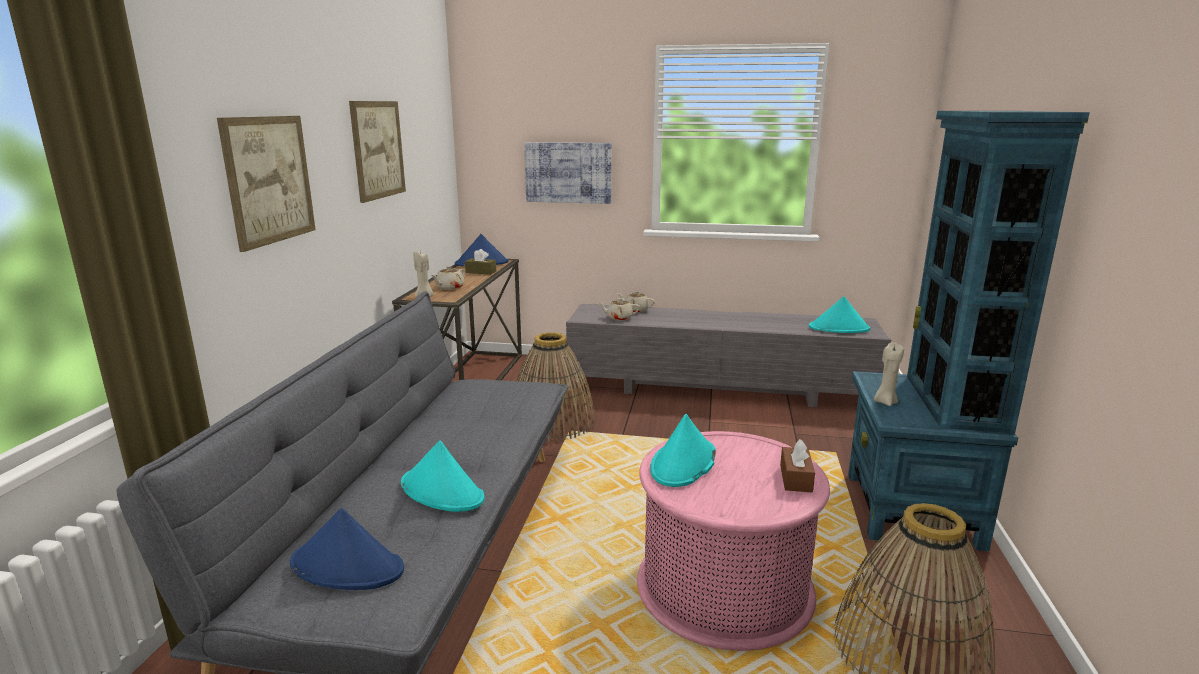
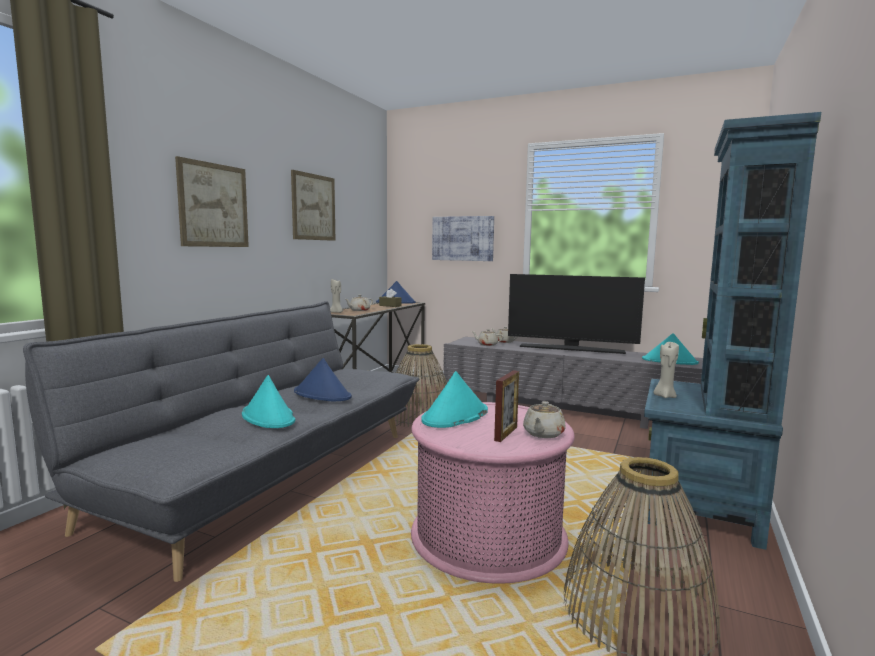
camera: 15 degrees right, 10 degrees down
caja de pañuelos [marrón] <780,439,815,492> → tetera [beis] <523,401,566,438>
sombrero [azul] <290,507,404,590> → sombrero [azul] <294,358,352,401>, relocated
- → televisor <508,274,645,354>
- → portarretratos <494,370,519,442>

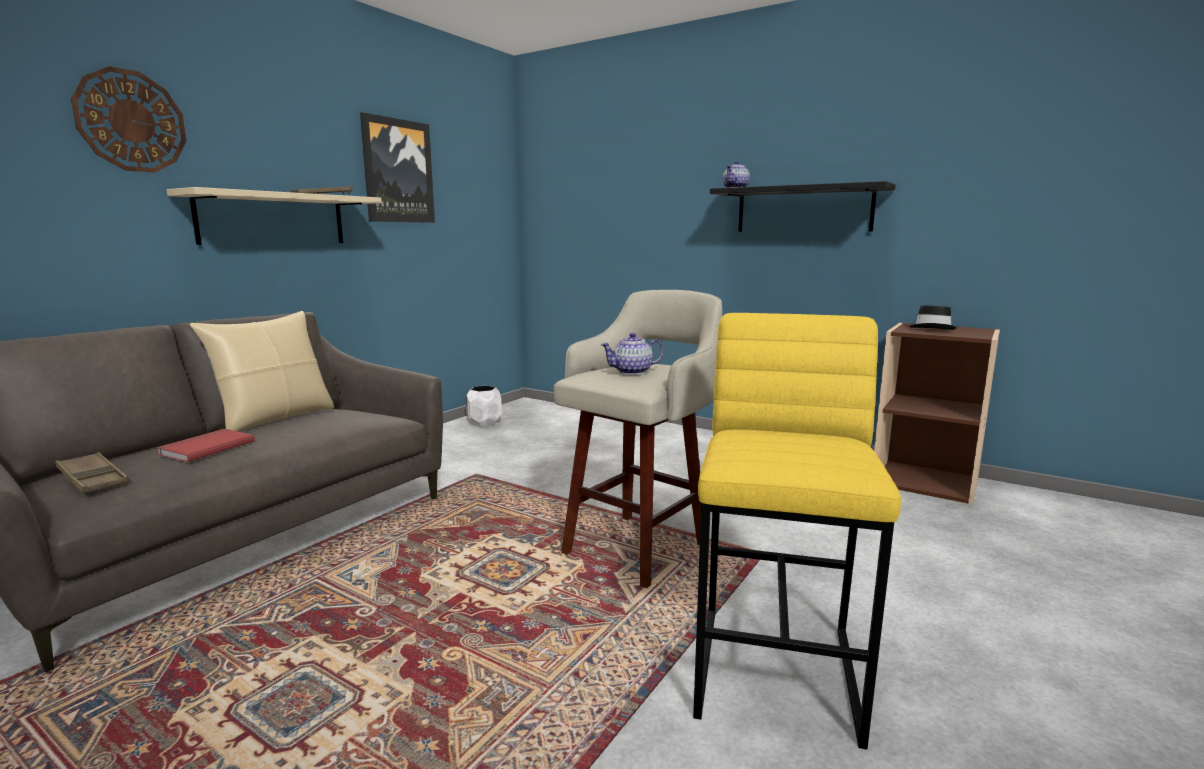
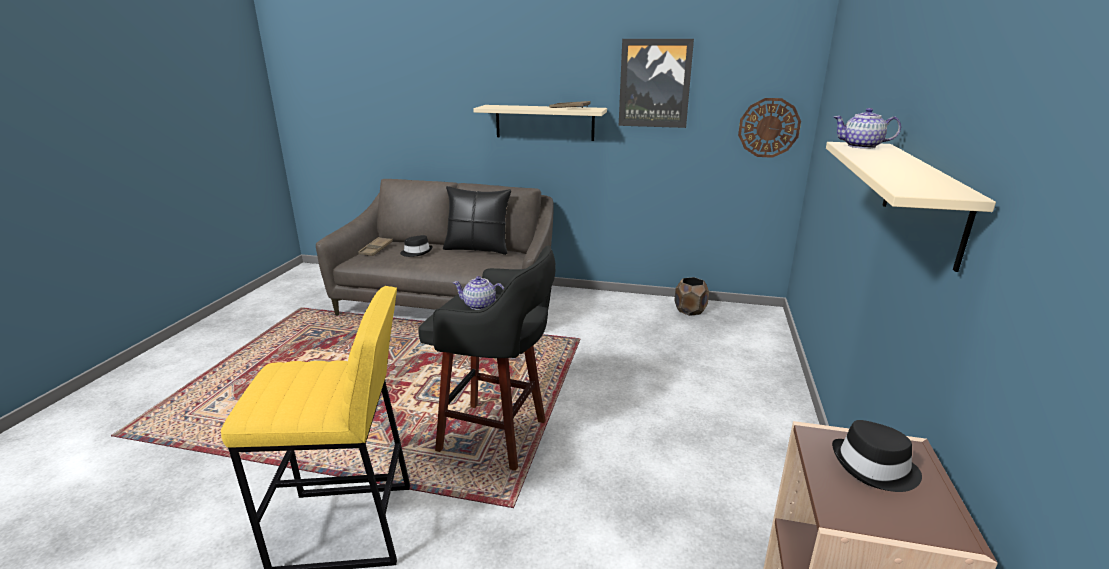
camera: 70 degrees right, 10 degrees up
reloj de pared <71,66,187,173> → reloj de pared <738,98,801,158>, relocated
estante [negro] <710,181,895,232> → estante [beis] <826,142,996,272>
taburete [beis] <554,290,723,588> → taburete [negro] <418,245,556,471>
cojín [beis] <190,311,334,432> → cojín [negro] <443,186,511,255>
tetera <600,333,664,375> → tetera <453,276,504,310>, 45 degrees counterclockwise
maceta [blanco] <466,386,502,427> → maceta [marrón] <674,277,709,316>
libro [rojo] <157,429,255,462> → sombrero [negro] <400,235,433,257>

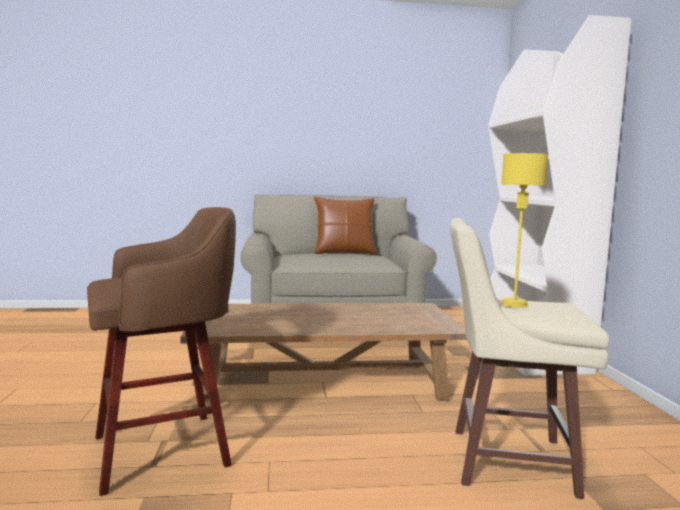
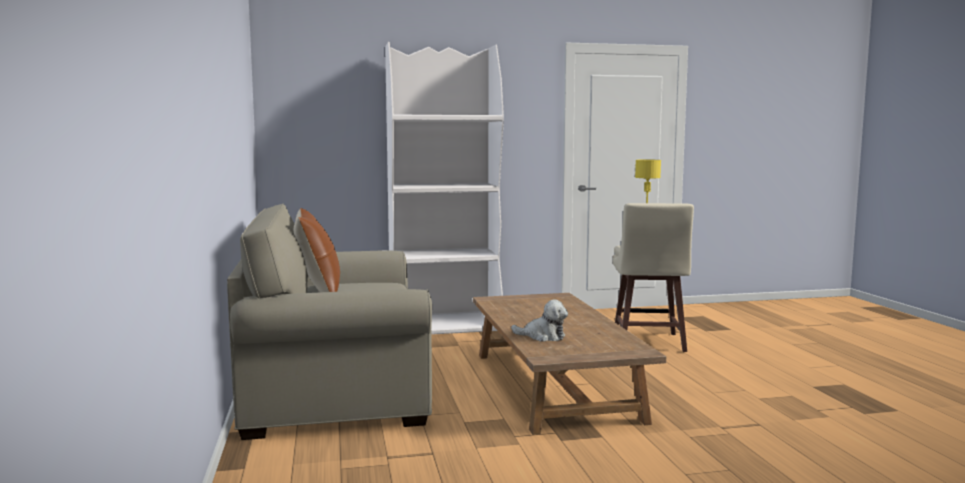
camera: 95 degrees left, 0 degrees up
taburete [marrón] <87,207,236,496> → -
- → peluche <511,299,568,342>

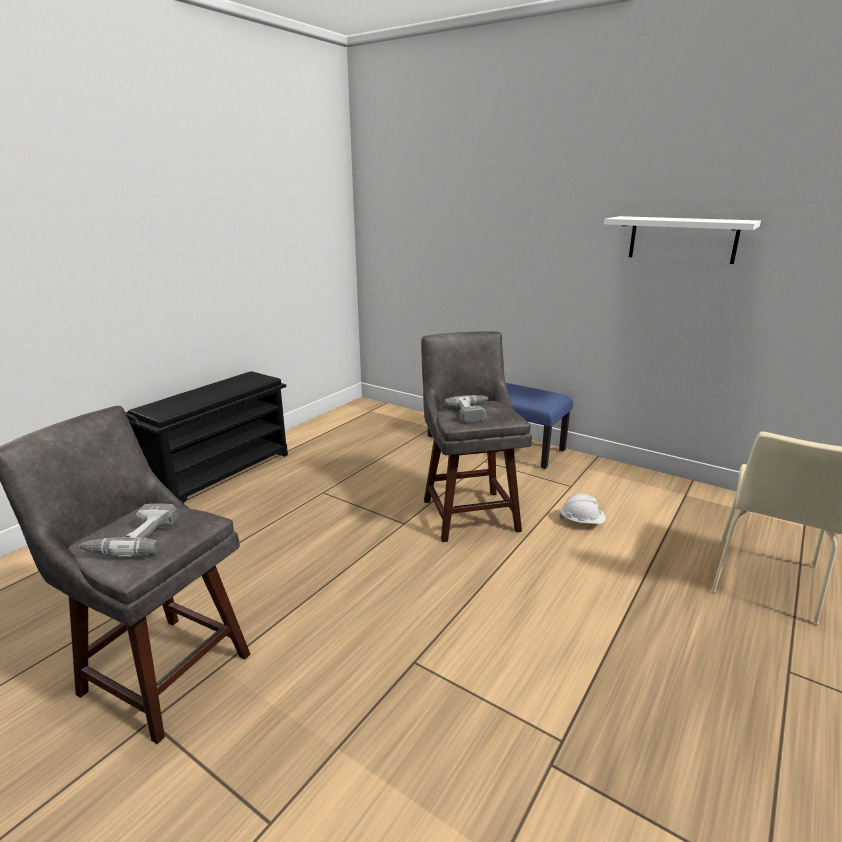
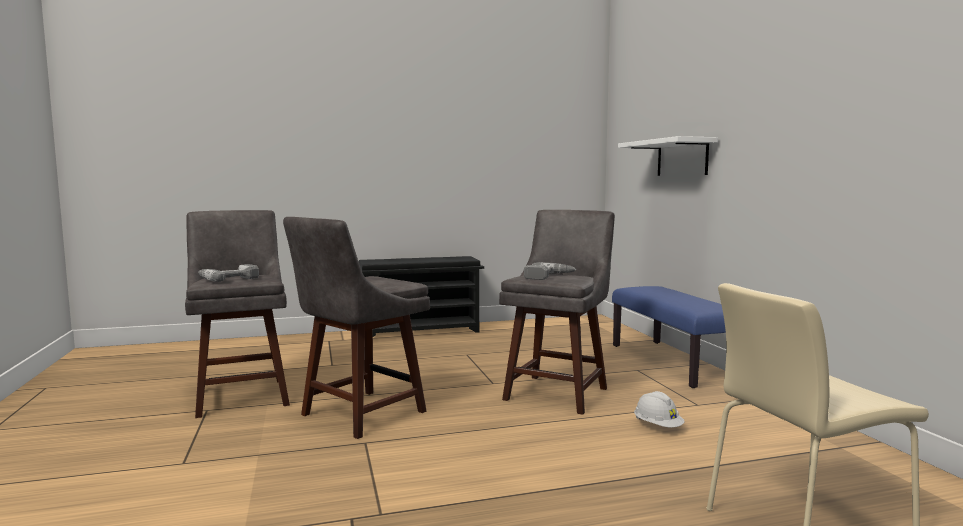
camera: 40 degrees right, 15 degrees down
estante [blanco] <604,216,761,264> → estante [blanco] <618,136,718,176>, relocated
- → taburete [gris] <283,217,430,439>

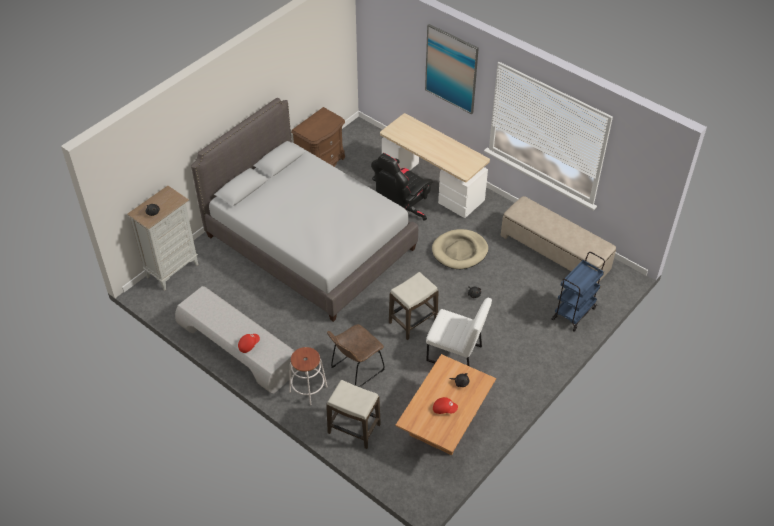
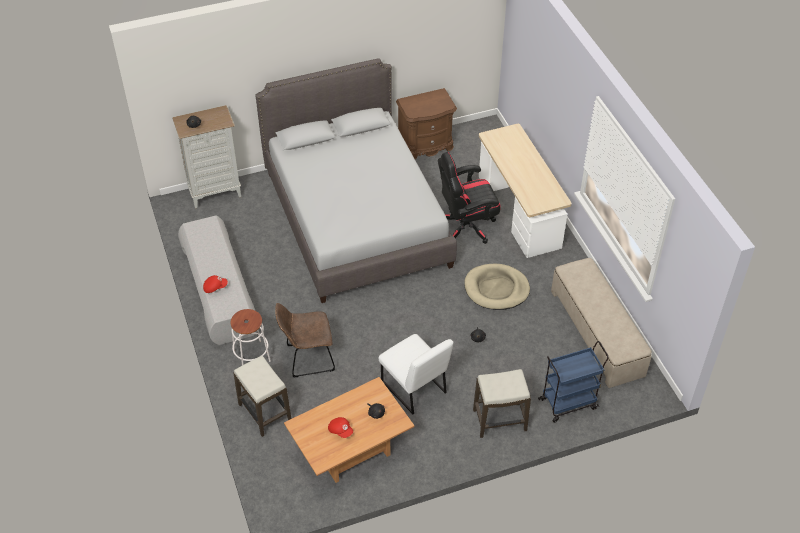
camera: 30 degrees right, 0 degrees up
cuadro <425,24,479,114> → -
taburete <389,272,439,340> → taburete <473,369,531,438>, relocated

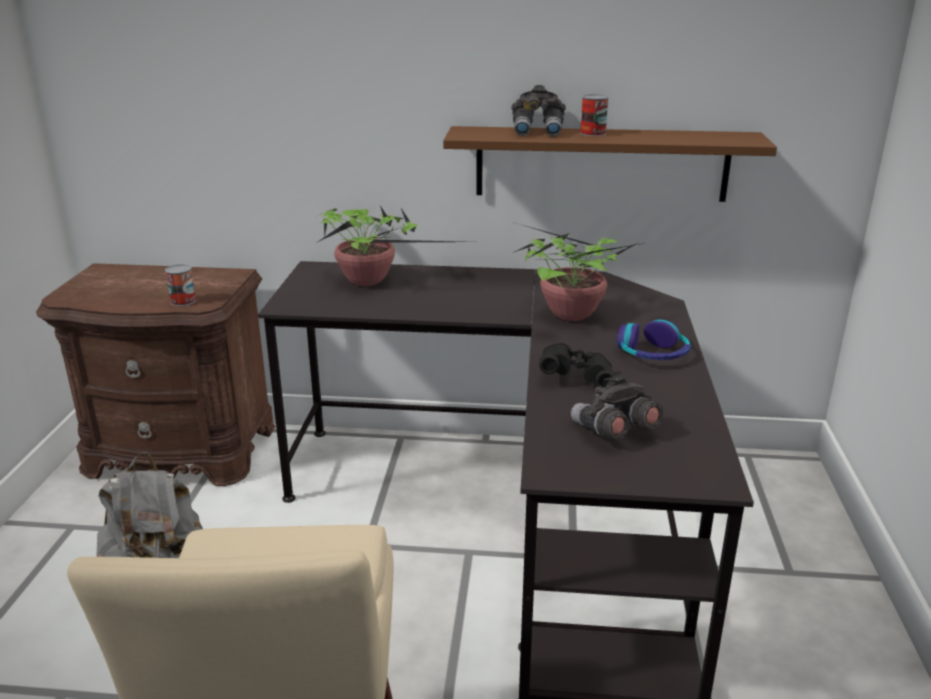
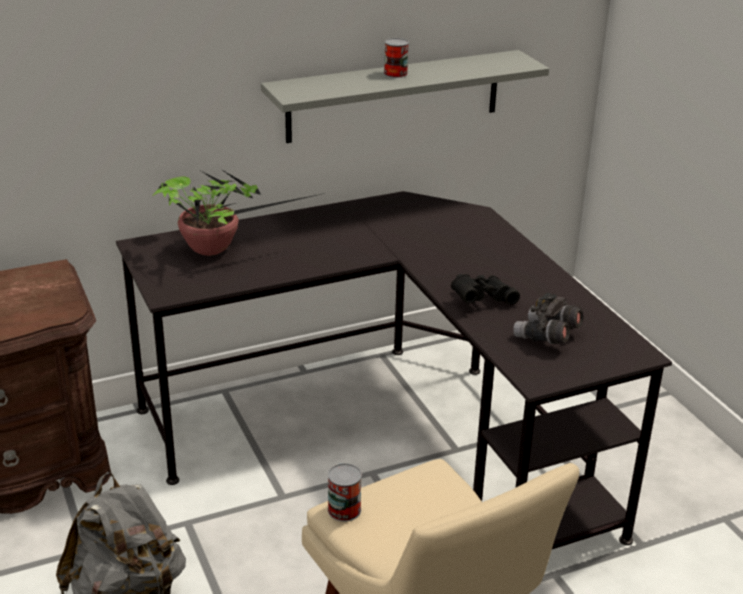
camera: 30 degrees left, 5 degrees up
prismáticos [gris] <511,85,566,136> → -
estante [marrón] <443,126,777,202> → estante [gris] <261,50,549,143>
planta en maceta <515,224,651,321> → -
lata <165,264,196,306> → lata <328,463,362,522>, relocated
auriculares <617,319,691,360> → -

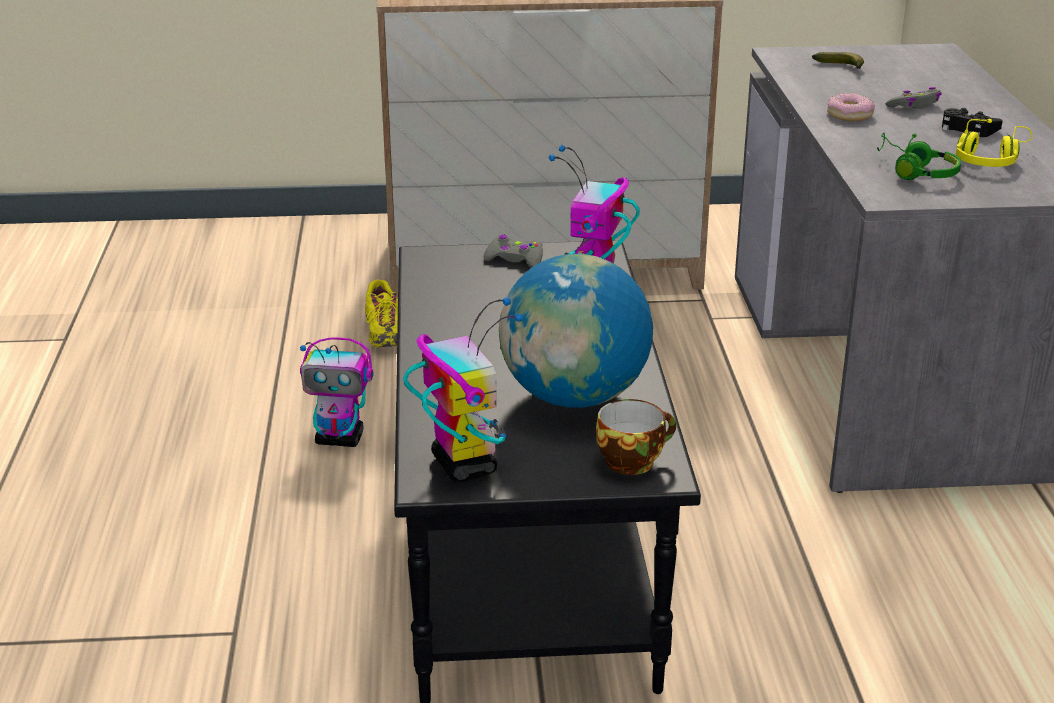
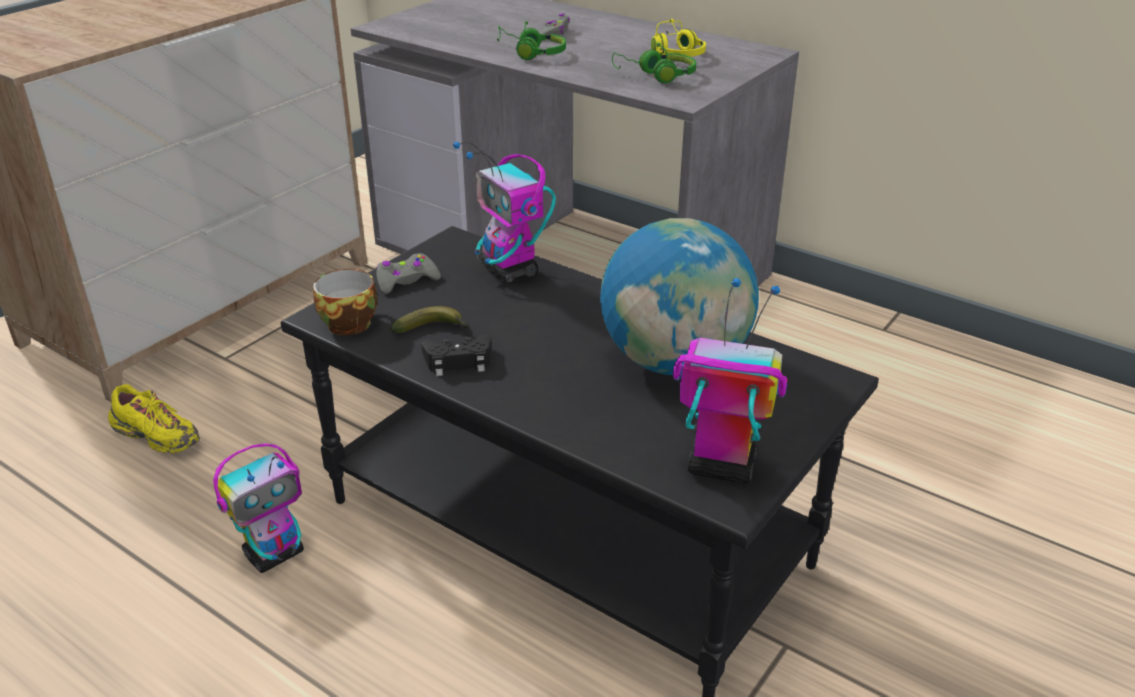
camera: 50 degrees left, 5 degrees up
plátano <812,52,864,69> → plátano <390,306,470,333>, relocated
rosquilla <827,93,875,121> → auriculares [verde] <497,21,566,60>
mando de consola [negro] <942,108,1003,138> → mando de consola [negro] <421,334,492,376>, relocated
taza <596,399,676,475> → taza <313,269,377,335>, relocated

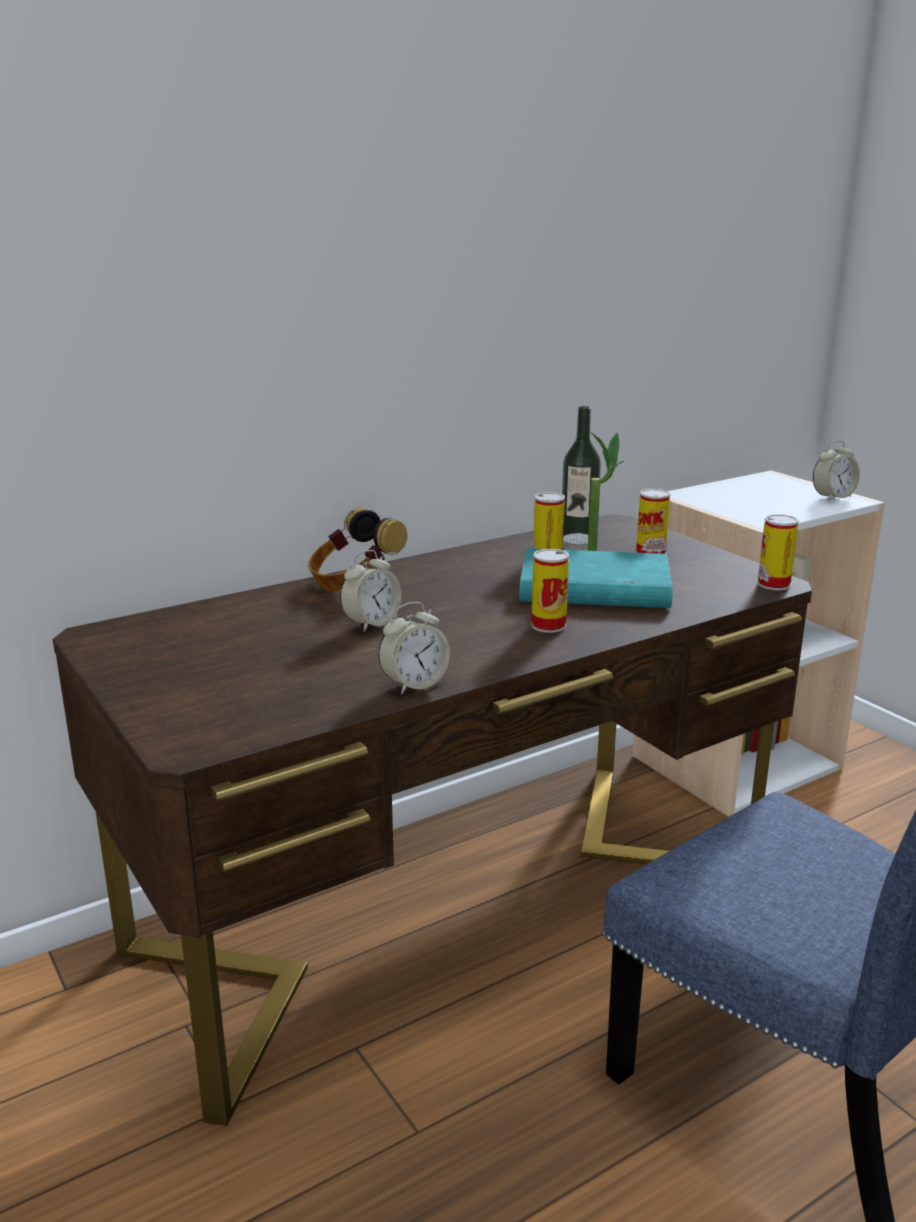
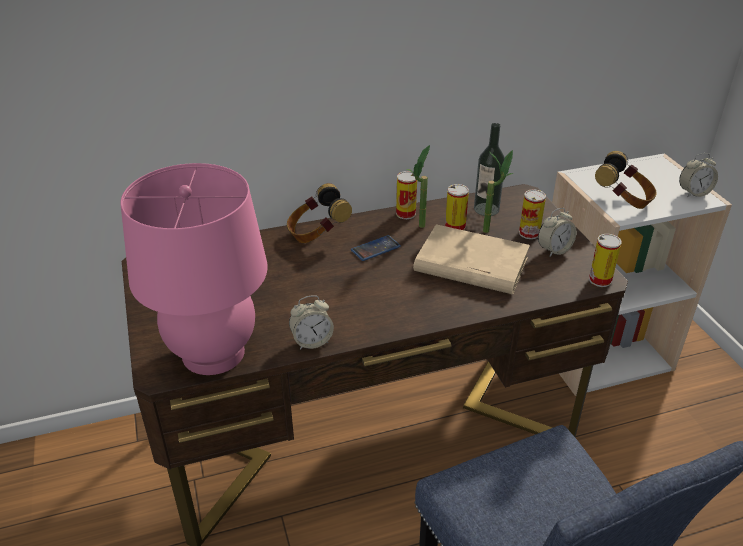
camera: 15 degrees right, 15 degrees up
libro [turquesa] <519,548,673,608> → libro [beis] <413,224,530,294>
lata <531,549,569,633> → lata <396,171,417,219>, relocated
despertador <340,550,402,632> → despertador <538,208,577,257>, relocated
- → planta en maceta <407,145,430,228>
- → auriculares <595,151,657,209>
- → lámpara de mesa [rosa] <120,163,268,375>
- → móvil <351,235,401,261>

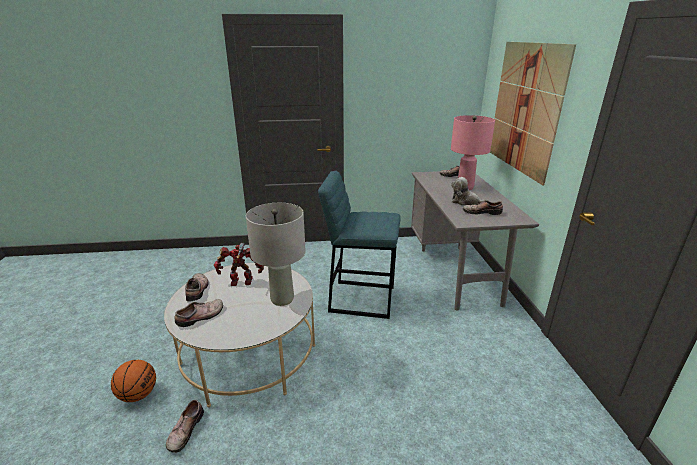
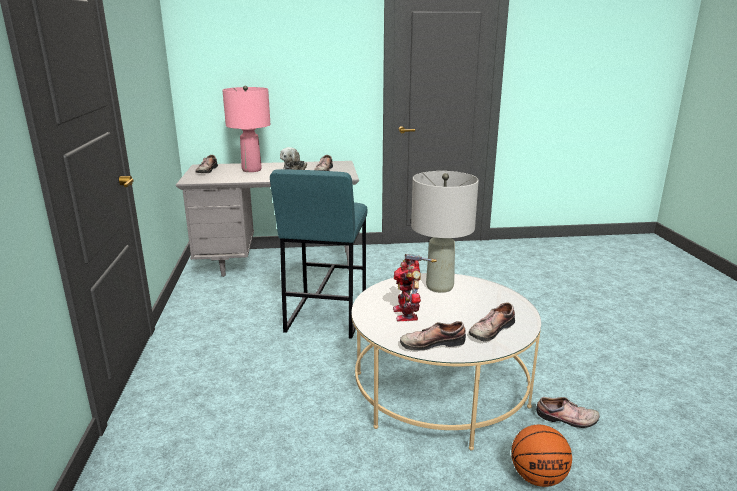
camera: 90 degrees left, 5 degrees down
cuadro <490,42,576,185> → -
zapato <174,299,223,327> → zapato <469,302,515,341>, 90 degrees counterclockwise

